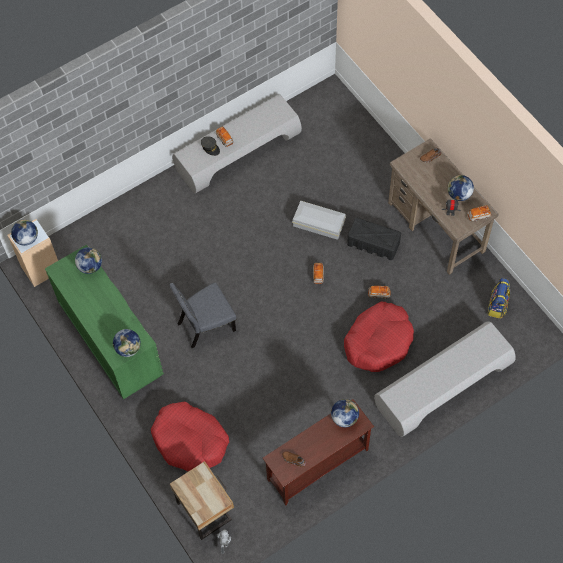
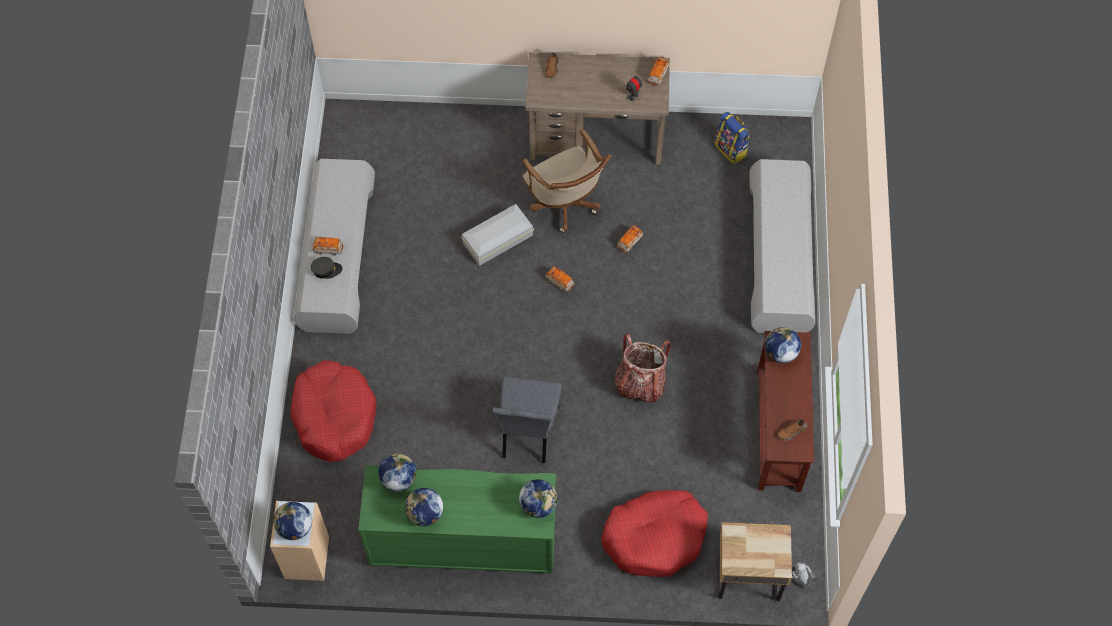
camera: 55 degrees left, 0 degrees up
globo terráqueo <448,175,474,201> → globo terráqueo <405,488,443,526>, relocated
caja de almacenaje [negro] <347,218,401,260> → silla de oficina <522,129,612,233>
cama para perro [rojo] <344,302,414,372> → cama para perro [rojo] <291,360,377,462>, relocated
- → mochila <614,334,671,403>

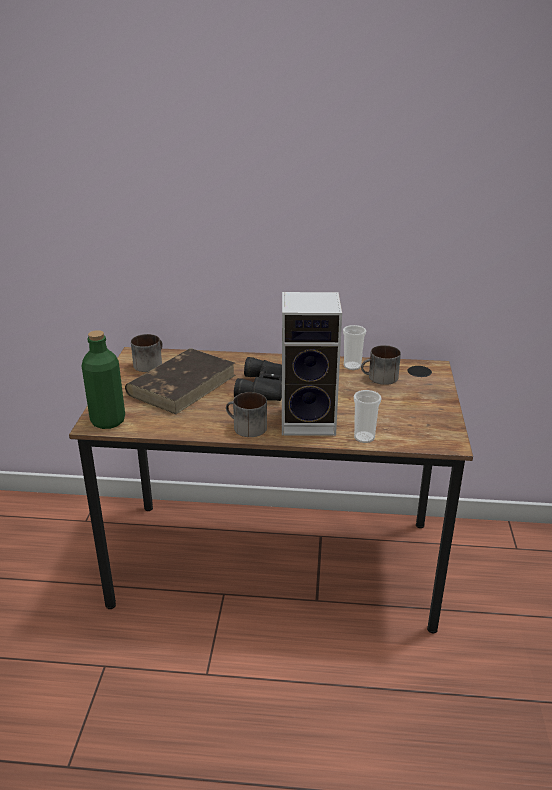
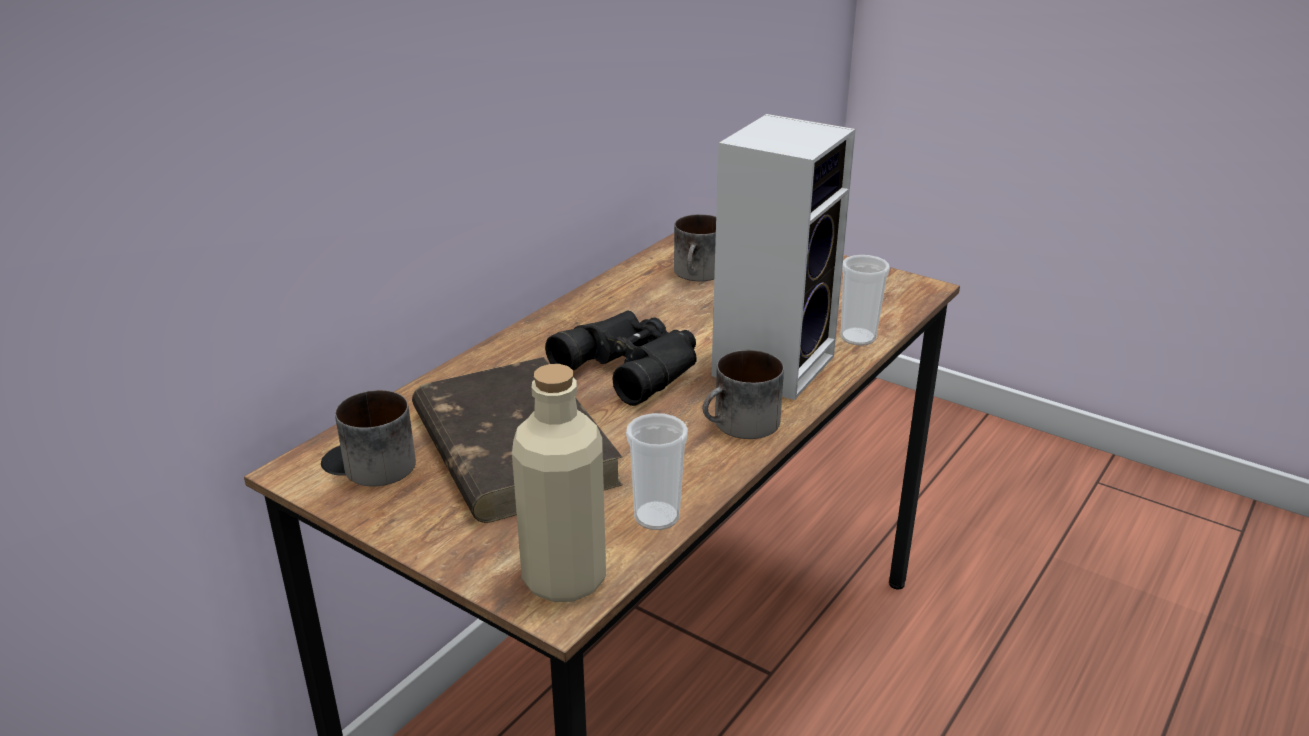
camera: 60 degrees left, 0 degrees up
taza <343,325,366,370> → taza <626,413,688,530>, relocated
botella [verde] <82,330,125,429> → botella [beis] <512,364,606,602>

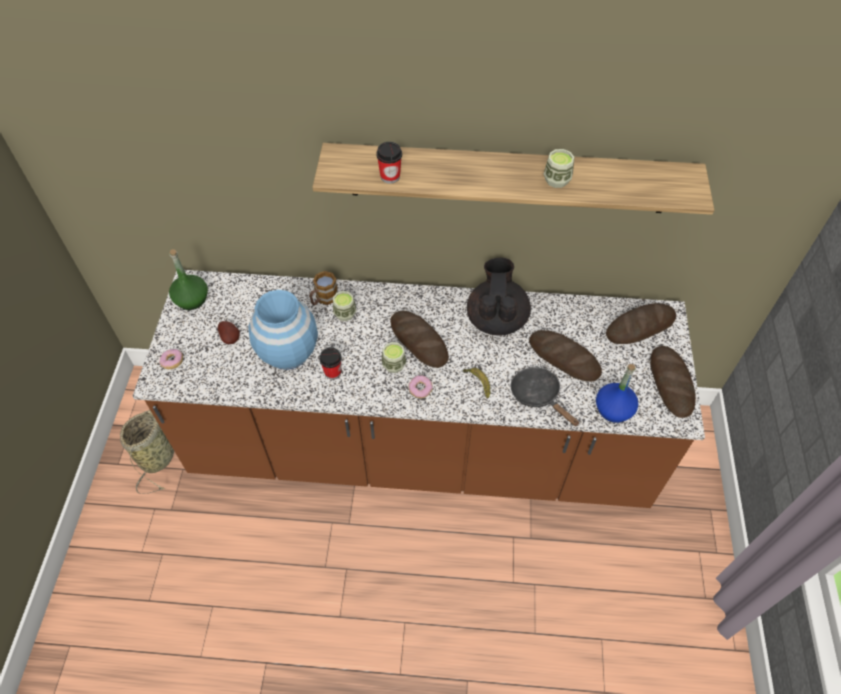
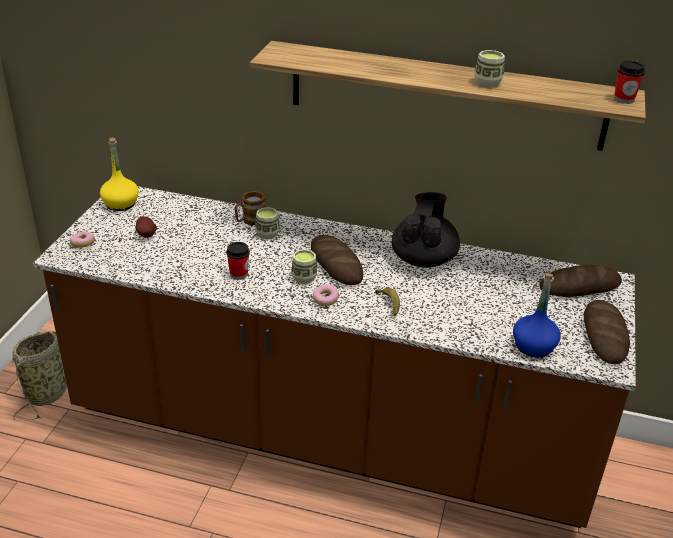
camera: 10 degrees right, 20 degrees down
taza <376,142,402,184> → taza <614,60,645,104>, relocated
botella [verde] <169,249,208,310> → botella [amarillo] <100,138,139,211>
florero [azul] <248,290,318,370> → -
pan <529,330,602,382> → -
sartén [negro] <511,367,579,426> → -

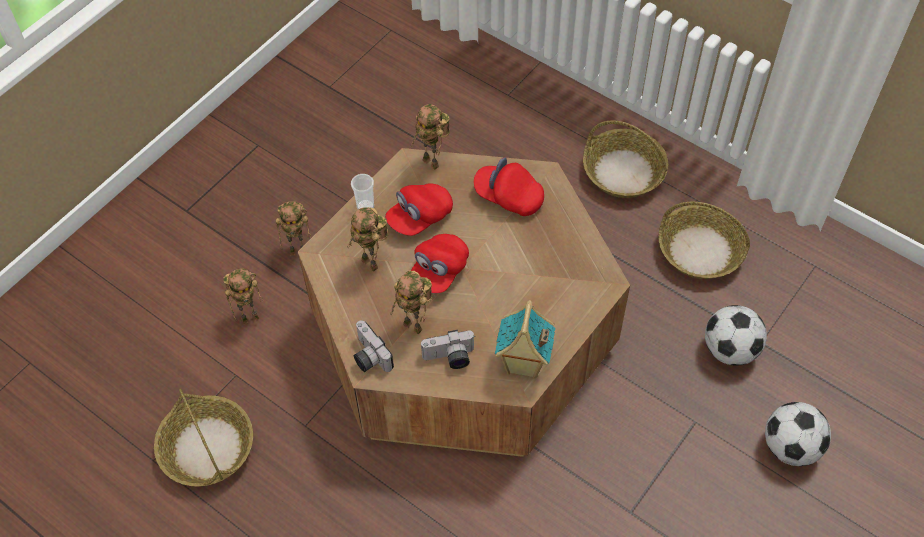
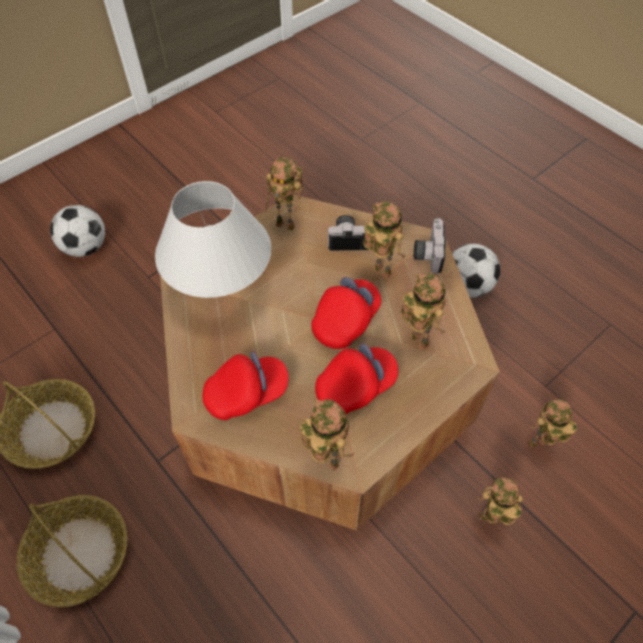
camera: 170 degrees left, 0 degrees up
gorra [rojo] <474,157,544,216> → gorra [rojo] <203,351,289,420>, 60 degrees counterclockwise
taza <351,174,374,209> → -
casita <495,300,555,379> → robot de juguete <265,157,303,231>
balón de fútbol <705,305,767,366> → balón de fútbol <452,244,500,298>, relocated
cámara <354,320,394,372> → cámara <414,218,446,274>, 150 degrees counterclockwise
cesta <154,389,253,487> → -
- → lámpara de mesa [blanco] <155,181,271,298>

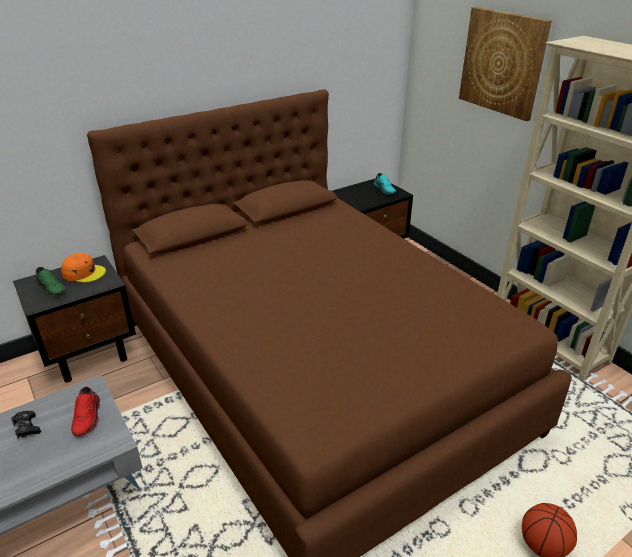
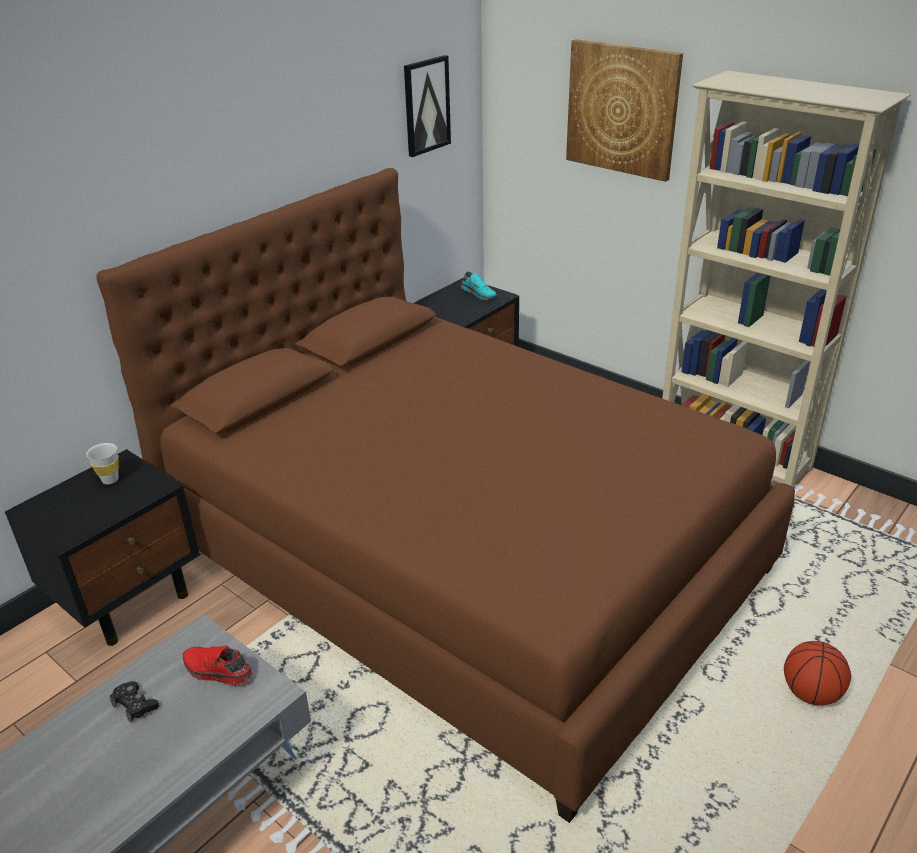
camera: 15 degrees left, 0 degrees up
gorra [naranja] <61,253,106,283> → taza [blanco] <86,443,119,484>
zapato [verde] <36,267,66,296> → -
zapato [rojo] <71,387,100,436> → zapato [rojo] <183,645,253,685>, 135 degrees clockwise
- → cuadro <404,55,451,157>

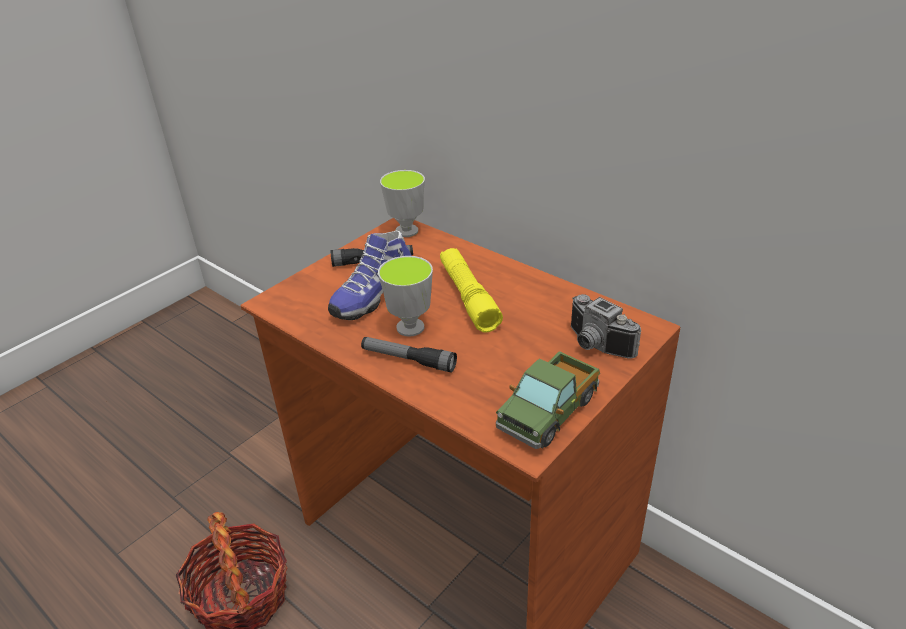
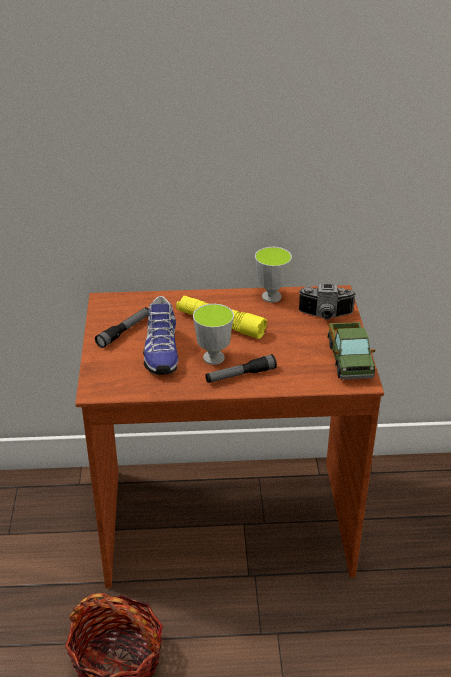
camera: 45 degrees left, 0 degrees up
taza <380,170,425,237> → taza <255,247,292,303>, relocated

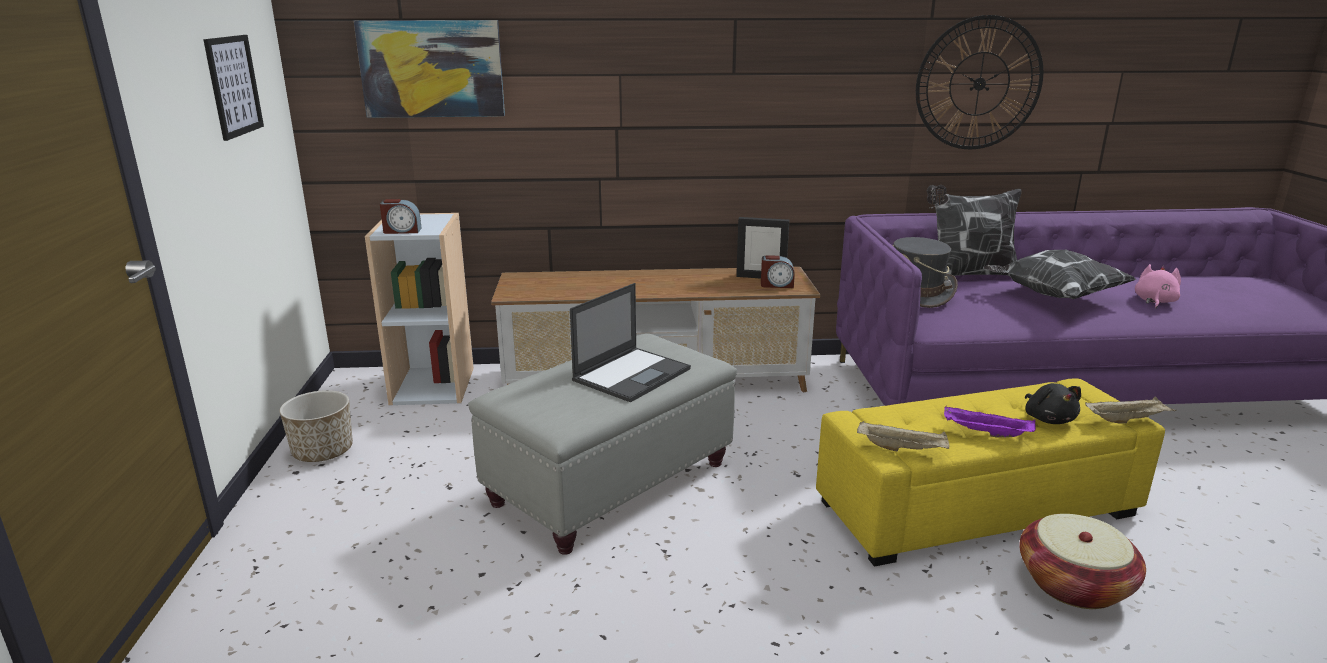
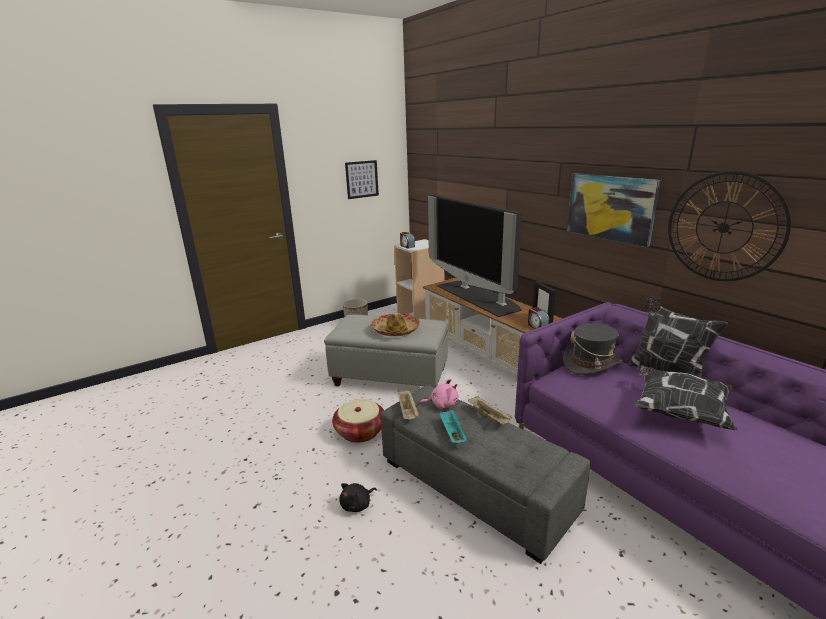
camera: 60 degrees right, 0 degrees up
cuadro <354,20,505,118> → cuadro <567,173,661,247>, relocated
peluche [rosa] <1135,264,1181,308> → peluche [rosa] <420,379,458,409>, relocated
portátil <570,283,691,403> → sombrero <371,312,420,336>
puf [amarillo] <816,378,1165,567> → puf [gris] <381,385,591,564>
peluche [negro] <1025,383,1081,424> → peluche [negro] <339,483,377,512>, relocated
bandeja [beis] <1085,396,1177,424> → bandeja [beis] <468,396,512,424>, relocated
bandeja [morado] <944,406,1036,438> → bandeja [turquesa] <439,409,467,443>
cesta <1019,514,1146,609> → cesta <332,399,384,443>, relocated
- → televisor <428,195,522,317>

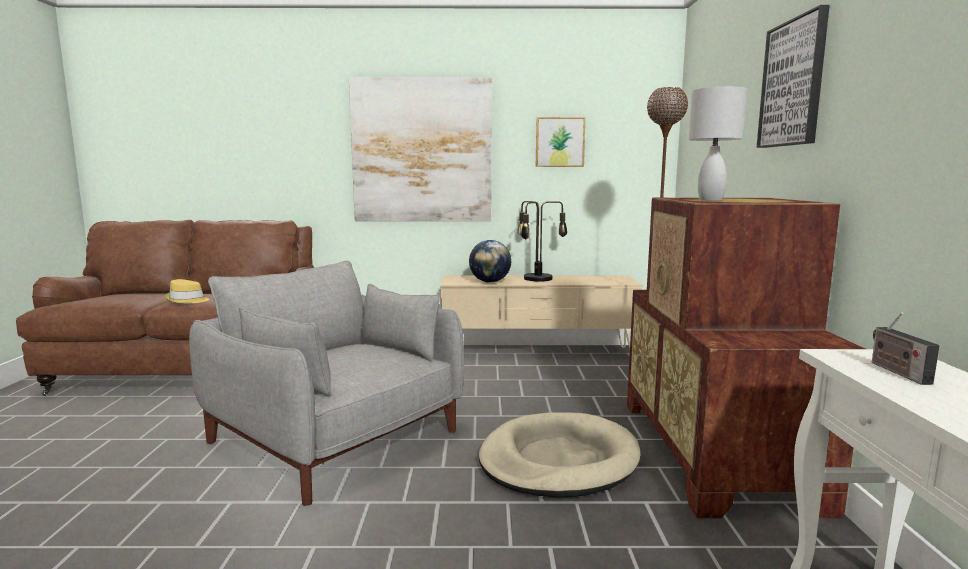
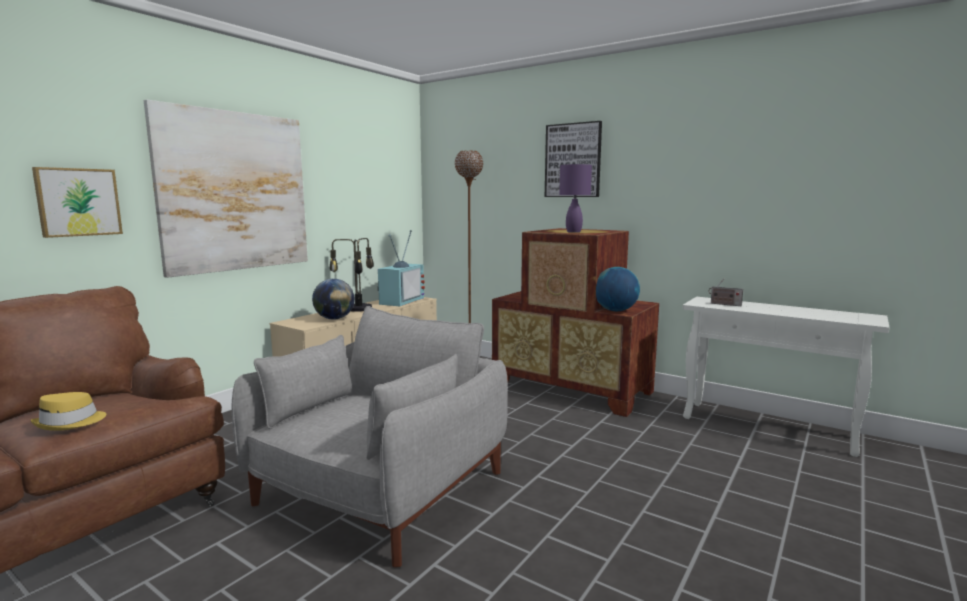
camera: 55 degrees left, 0 degrees up
lámpara de mesa [blanco] <689,86,747,201> → lámpara de mesa [morado] <559,164,592,233>
cuadro <536,117,586,167> → cuadro <32,167,123,238>, relocated
sillón [gris] <189,261,464,506> → sillón [gris] <232,306,508,567>, 135 degrees clockwise
cama para perro [beis] <479,412,640,497> → -
- → televisor <378,230,425,306>
- → globo terráqueo <596,267,640,311>

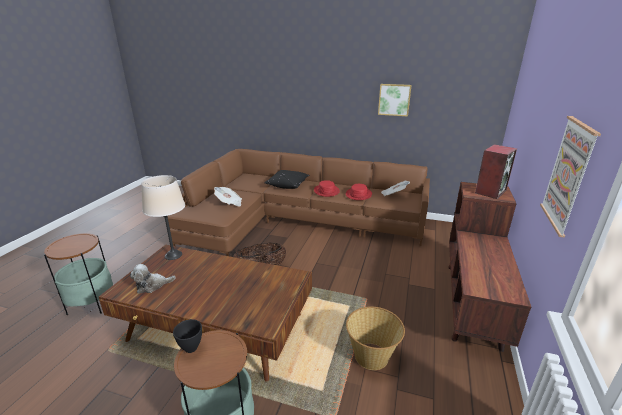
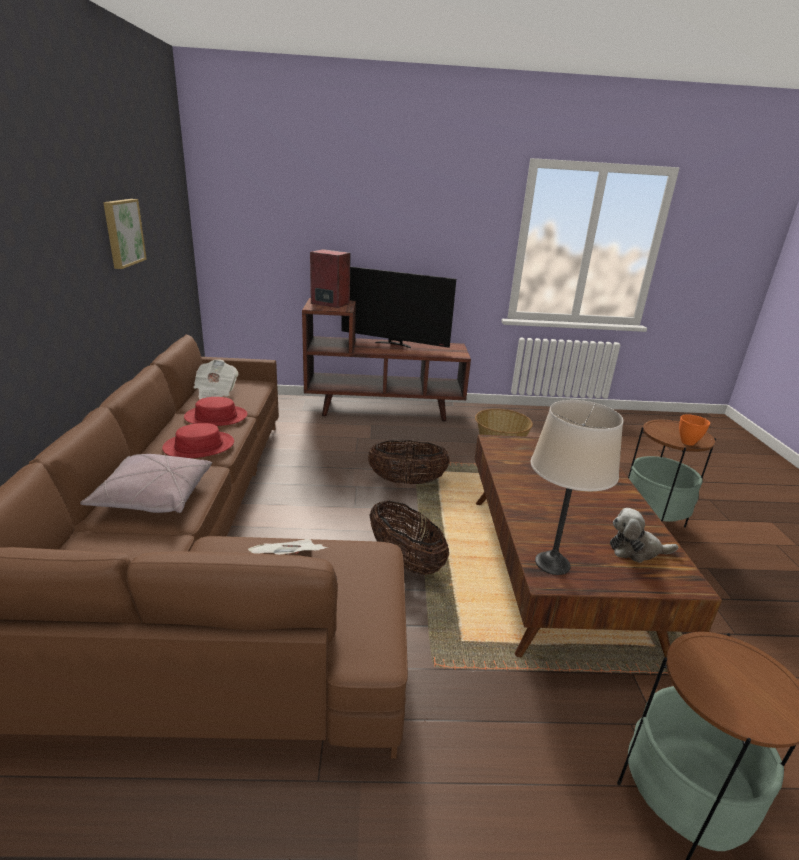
camera: 110 degrees left, 0 degrees up
cuadro <540,116,601,238> → -
cojín [negro] <265,170,309,189> → cojín [morado] <80,454,212,513>
peluche <130,264,176,294> → peluche <610,508,678,563>, 135 degrees clockwise
cuenco [negro] <173,319,202,353> → cuenco [naranja] <679,414,710,446>
- → televisor <341,267,456,348>
- → cesta <368,440,450,484>

